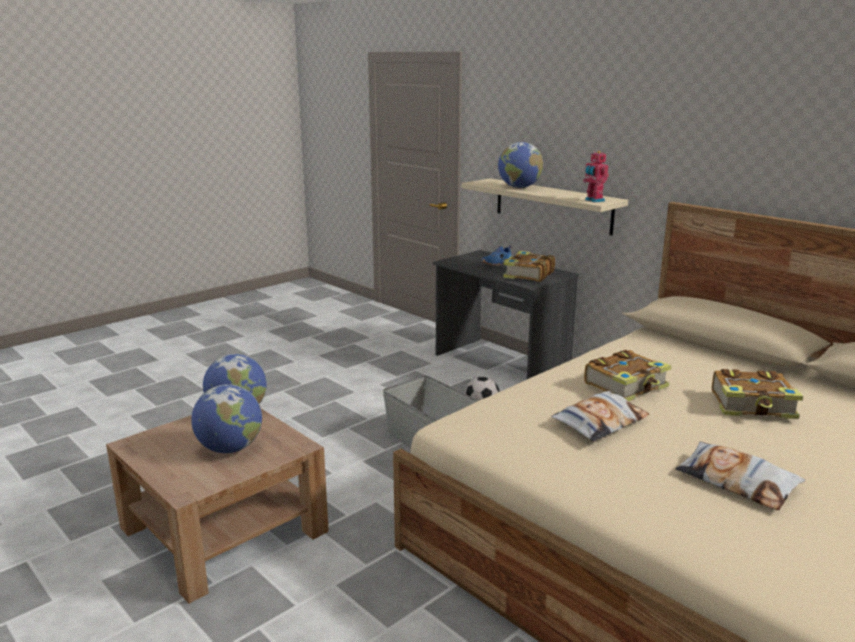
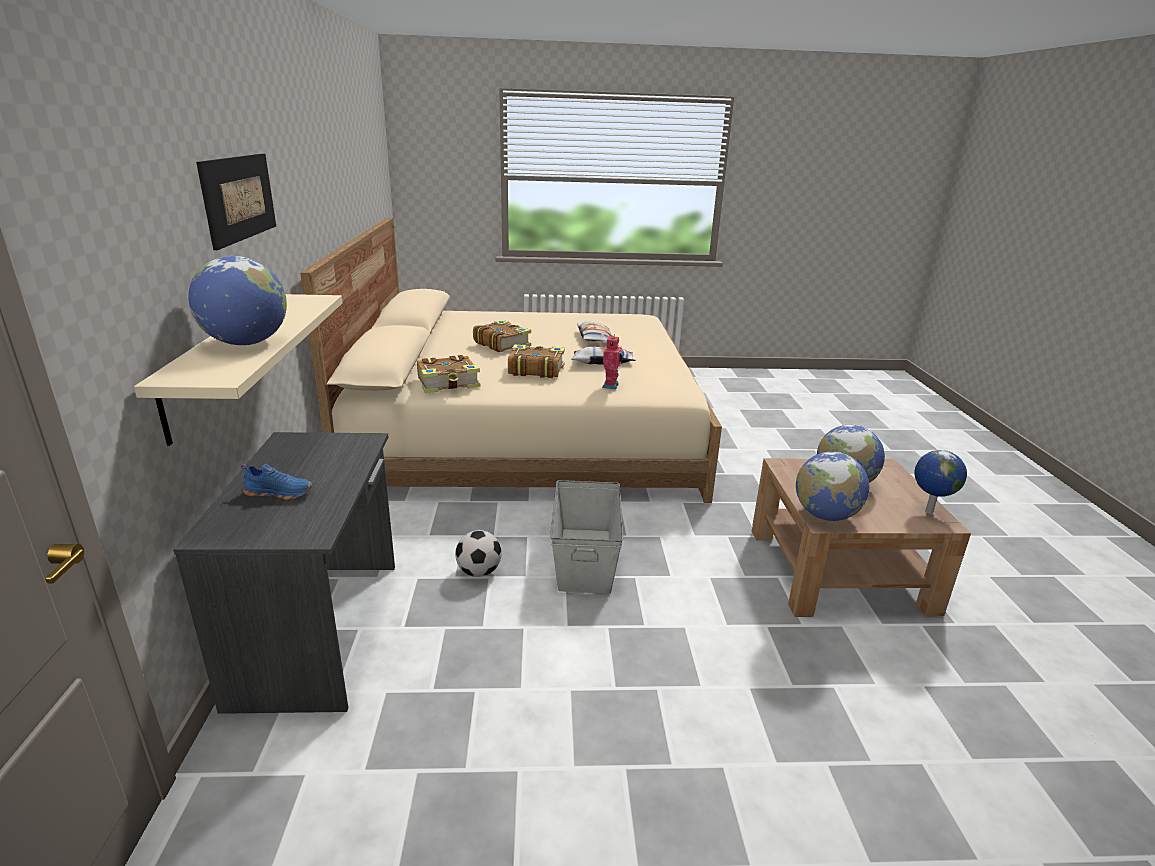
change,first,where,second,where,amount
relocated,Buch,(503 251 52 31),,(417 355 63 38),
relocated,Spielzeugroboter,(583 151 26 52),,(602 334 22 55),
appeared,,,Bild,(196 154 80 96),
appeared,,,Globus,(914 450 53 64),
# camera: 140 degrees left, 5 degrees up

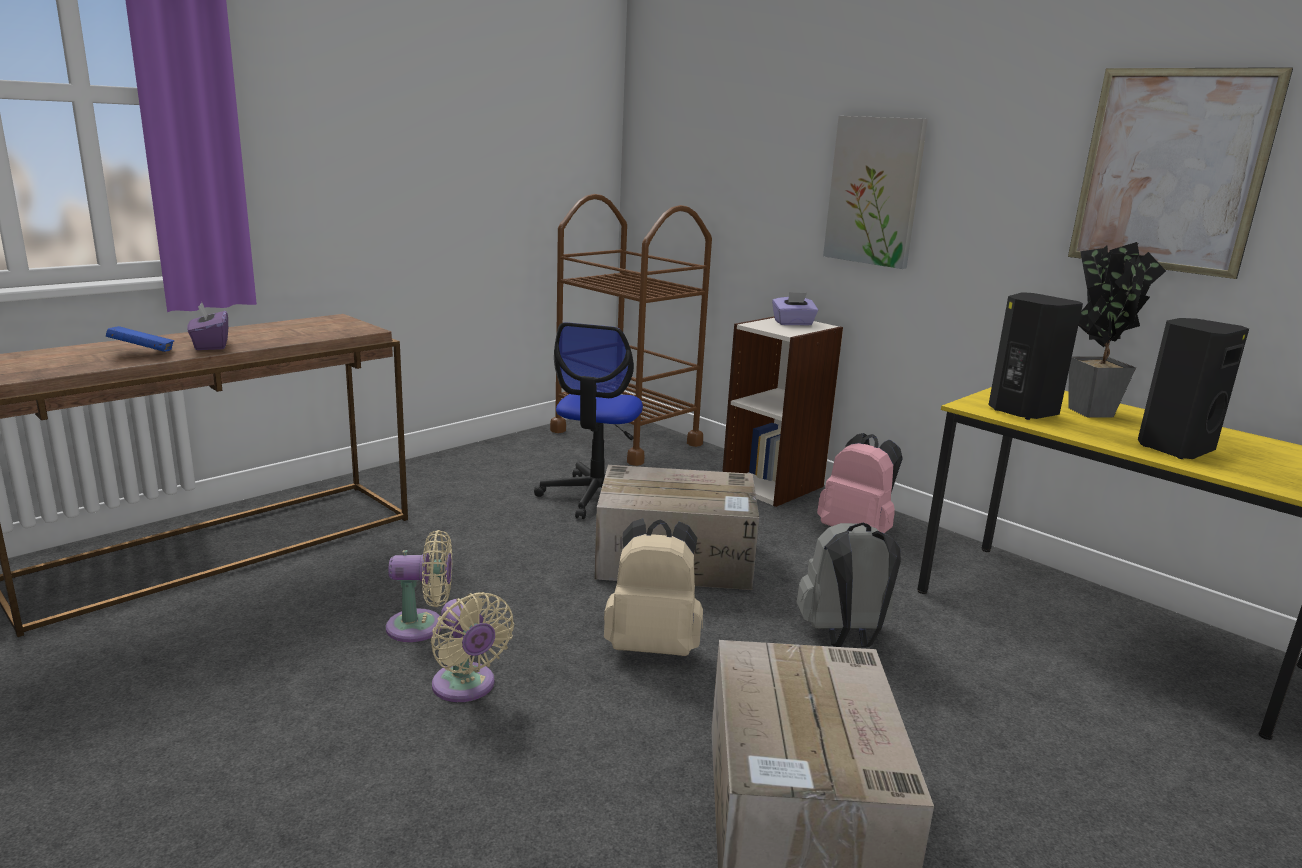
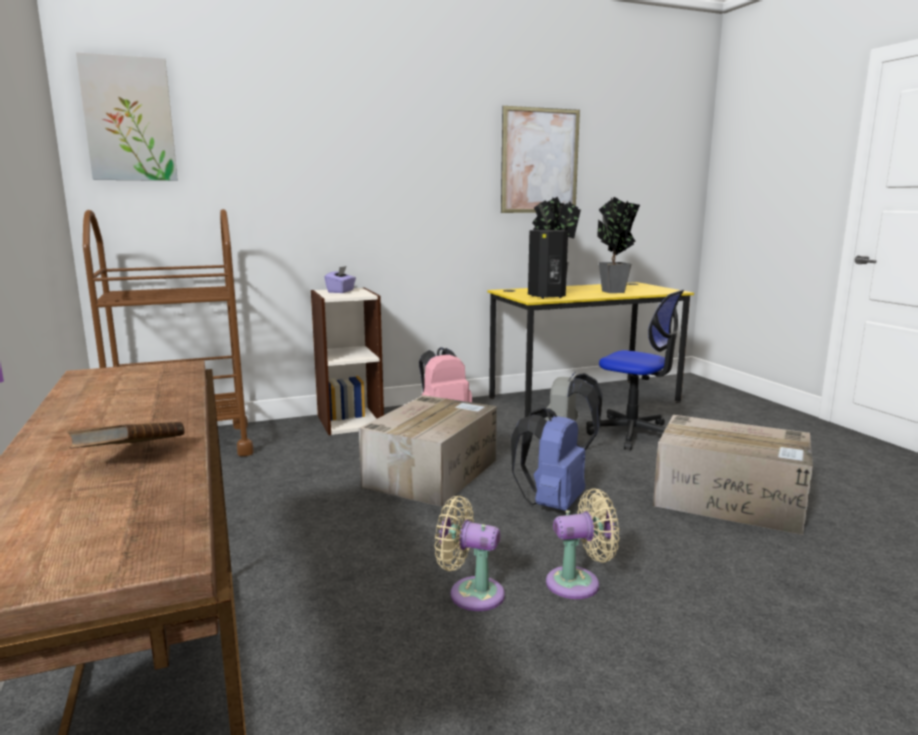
change,first,where,second,where,amount
colour,Buch [blau],(106 326 68 26),Buch [braun],(67 422 118 27),
missing,Taschentuchbox [lila],(187 302 41 48),,,
spun,Ventilator [beige],(386 530 66 112),,(434 496 71 115),90 degrees counterclockwise
relocated,Bürostuhl,(534 322 109 197),,(586 290 98 160),
colour,Rucksack [beige],(604 518 99 138),Rucksack [blau],(511 407 74 104),
relocated,Bild,(823 116 105 153),,(76 52 102 129),
exchanged,Lautsprecher [schwarz],(1138 318 111 141),Topfpflanze,(597 197 43 96),
# camera: 65 degrees left, 5 degrees down

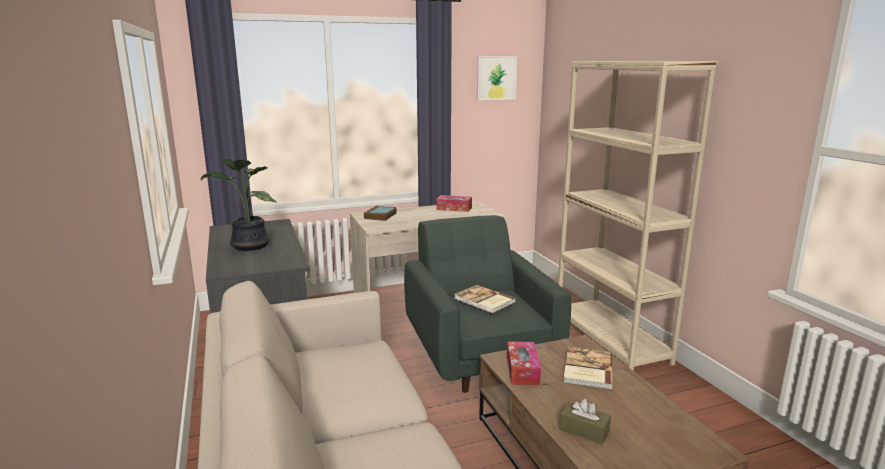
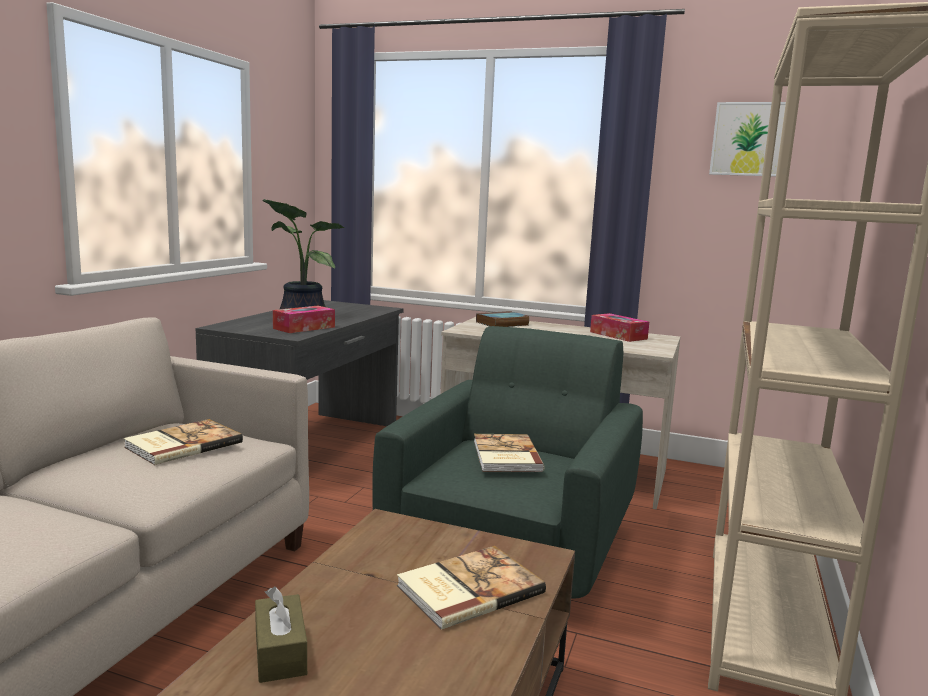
change,first,where,second,where,amount
relocated,Taschentuchbox,(507 341 34 44),,(273 306 62 27),
appeared,,,Buch,(124 419 119 46),
# camera: 40 degrees right, 5 degrees down

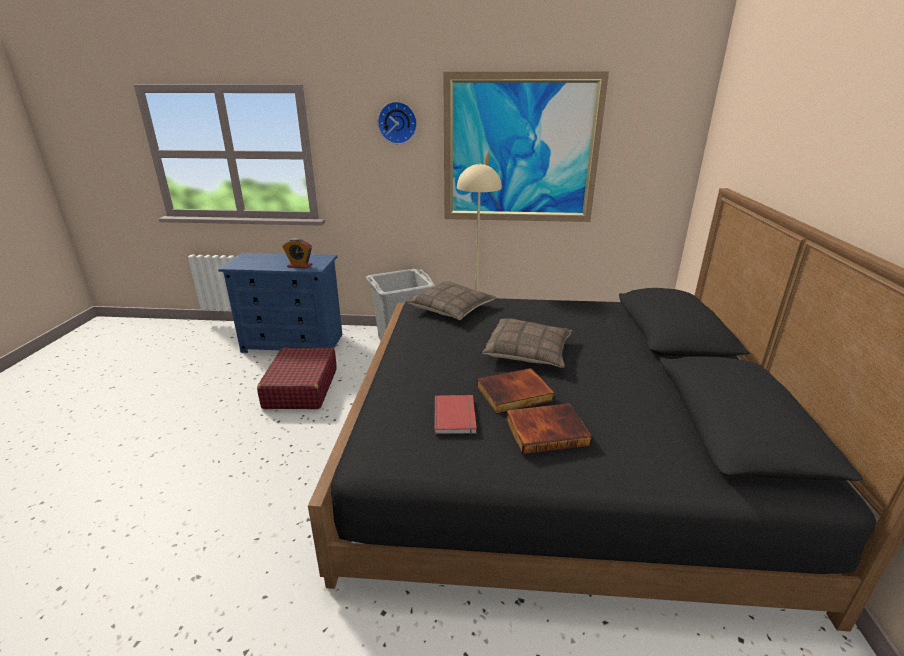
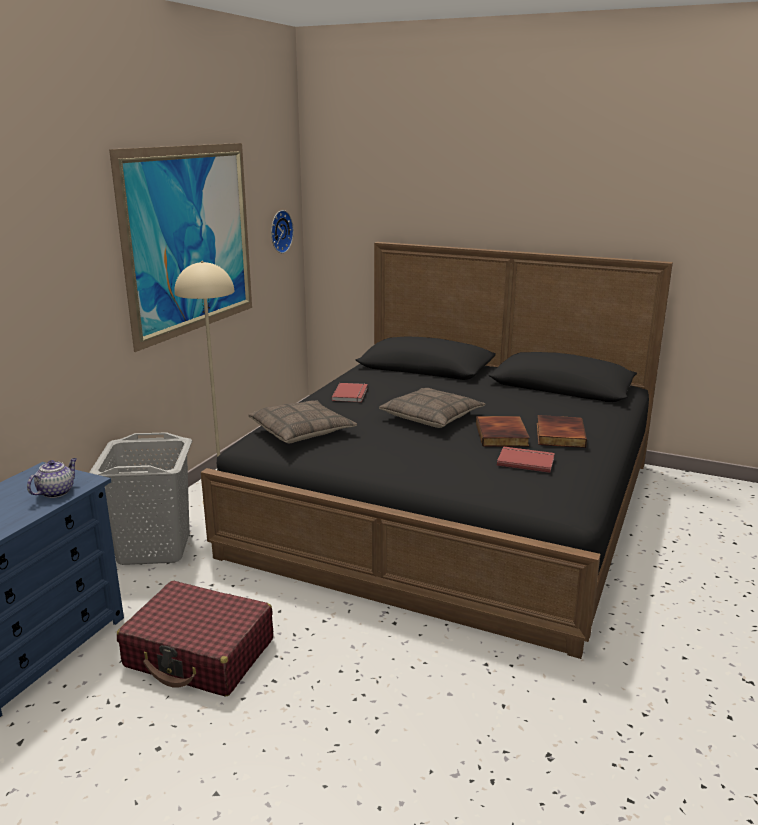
change,first,where,second,where,amount
exchanged,Wecker,(283 238 29 31),Teekanne,(27 458 50 40),
relocated,Wanduhr,(378 101 39 43),,(271 210 23 43),
appeared,,,Buch [rot],(332 383 36 19),
# camera: 70 degrees left, 5 degrees down

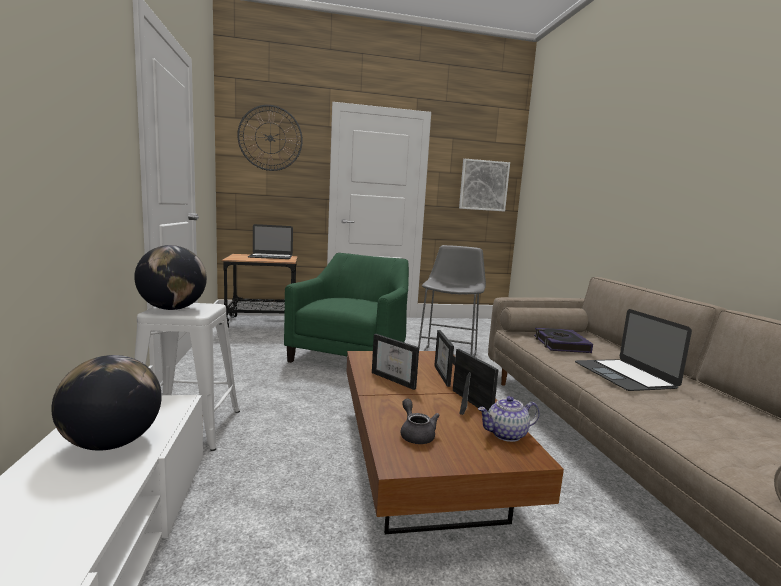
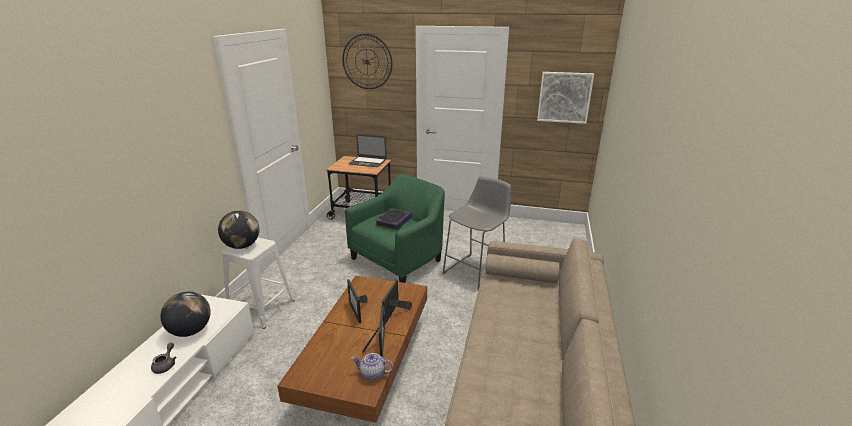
change,first,where,second,where,amount
relocated,Teekanne [grau],(401 399 39 45),,(151 343 26 31),
relocated,Buch,(534 328 59 25),,(375 208 37 22),
missing,Laptop,(575 309 117 82),,,
# camera: 25 degrees right, 15 degrees up

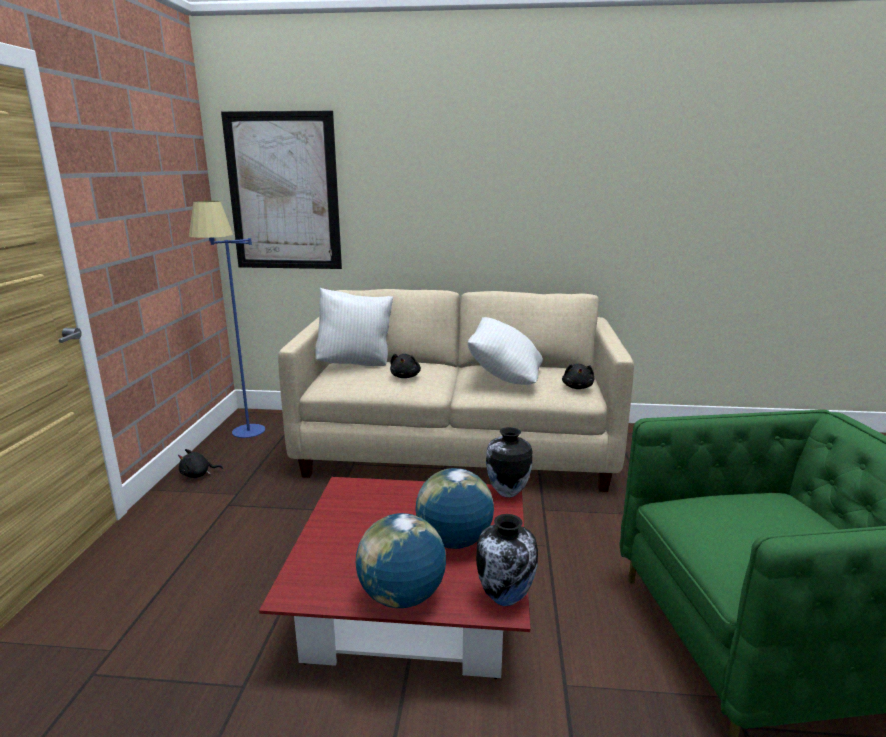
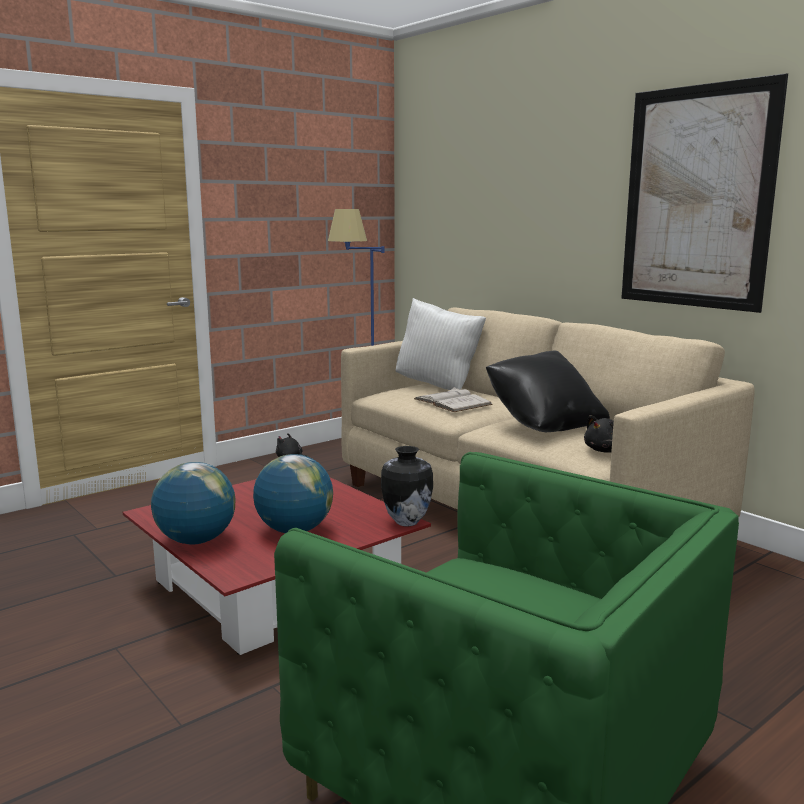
change,first,where,second,where,amount
relocated,Bild,(221 111 121 158),,(621 73 167 240),
exchanged,Plüschtier [schwarz],(390 354 31 24),Buch [weiß],(414 387 79 25),
colour,Kissen [weiß],(468 317 75 68),Kissen [schwarz],(486 351 124 81),
missing,Vase,(476 514 62 92),,,
# camera: 45 degrees right, 5 degrees down

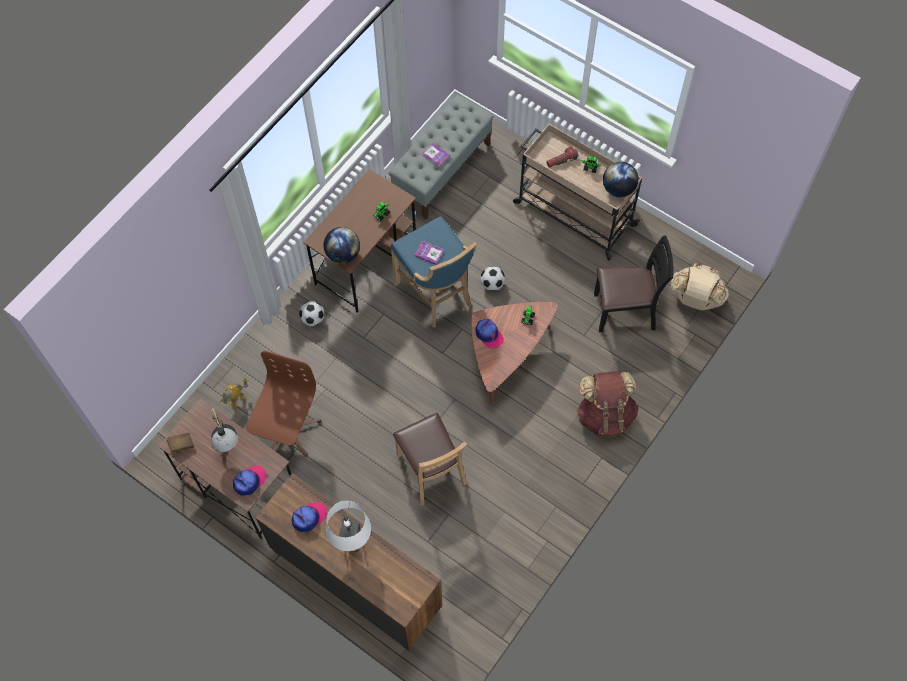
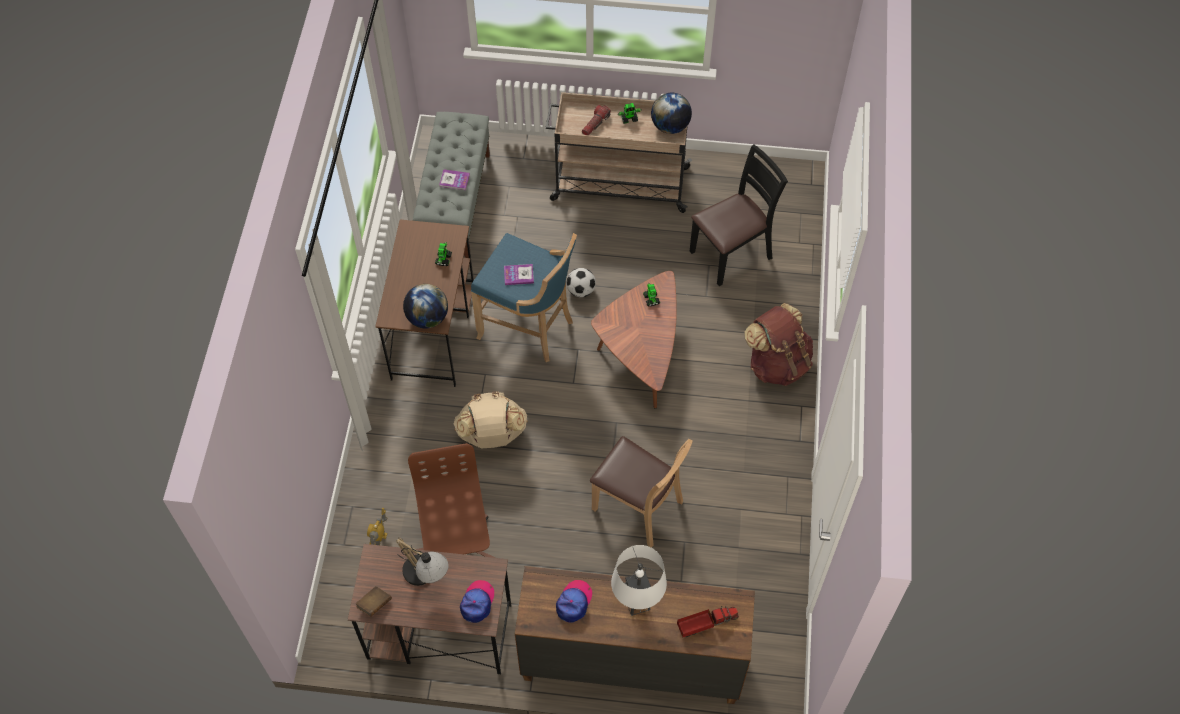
change,first,where,second,where,amount
missing,Fußball,(299 301 25 25),,,
missing,Kappe,(475 319 29 30),,,
relocated,Rucksack [beige],(670 263 59 47),,(454 391 74 57),
appeared,,,Spielzeuglaster,(677 606 62 32),
# camera: 30 degrees left, 5 degrees down

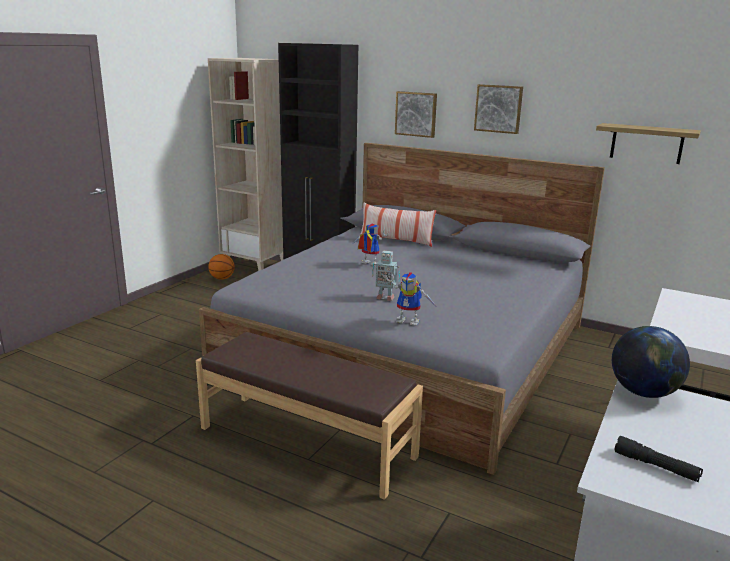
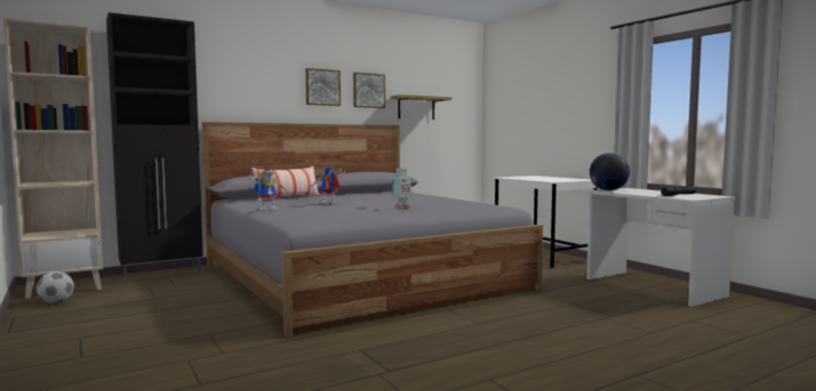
change,first,where,second,where,amount
missing,Bank [braun],(196 332 227 168),,,
exchanged,Basketball,(208 254 27 26),Fußball,(36 271 38 32),
relocated,Spielzeugroboter,(386 272 50 54),,(249 168 38 43),
relocated,Bild,(395 91 42 47),,(353 72 32 36),
# camera: 60 degrees left, 15 degrees down

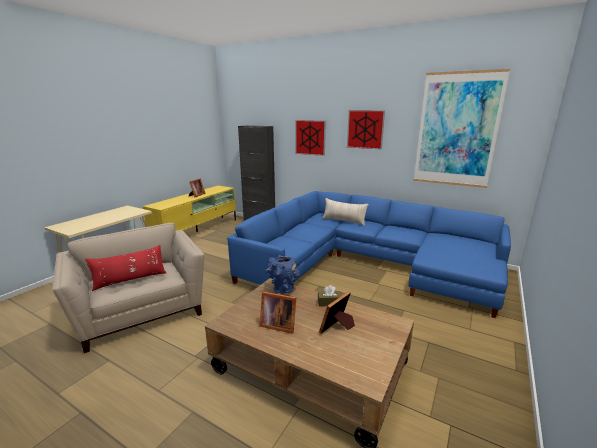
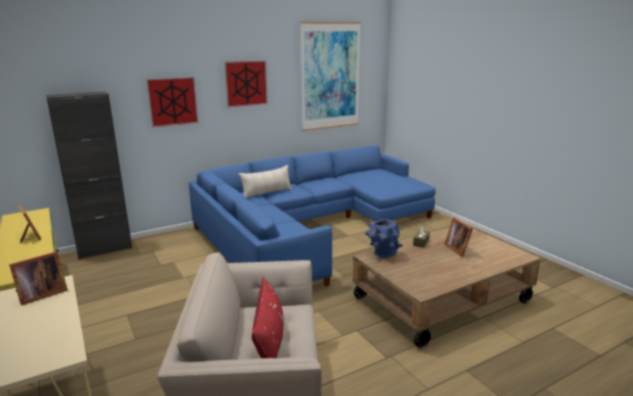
change,first,where,second,where,amount
relocated,Bilderrahmen,(260 292 36 42),,(9 251 59 55),
# camera: 60 degrees left, 0 degrees up

